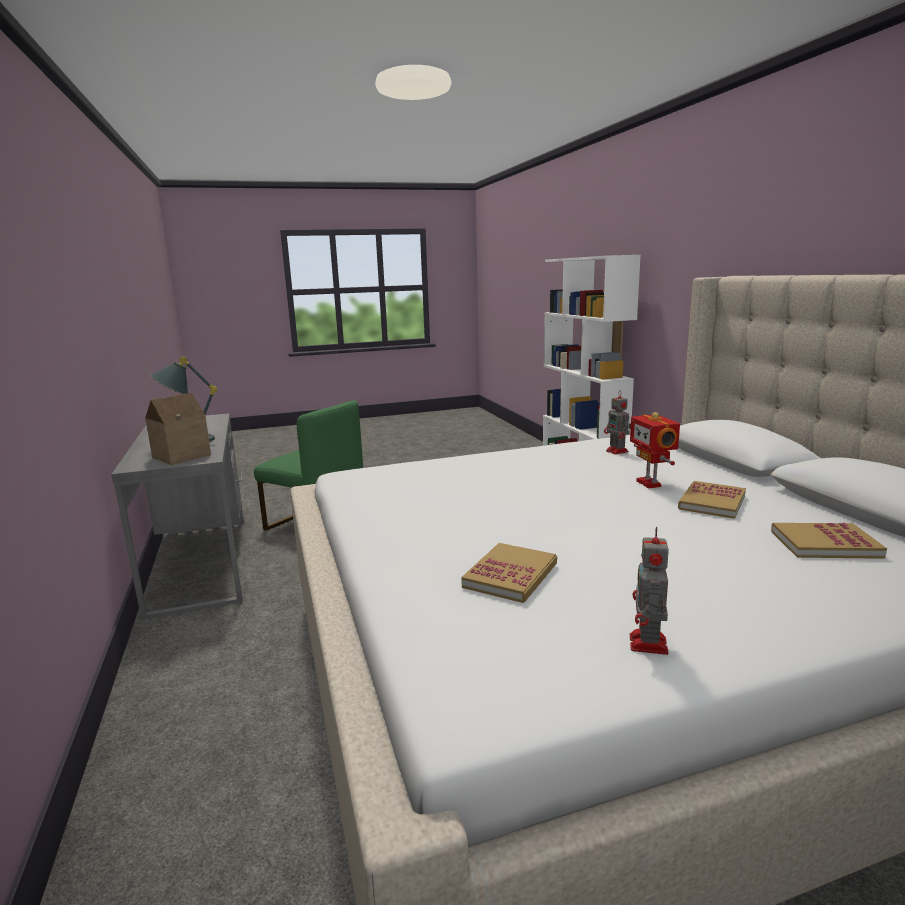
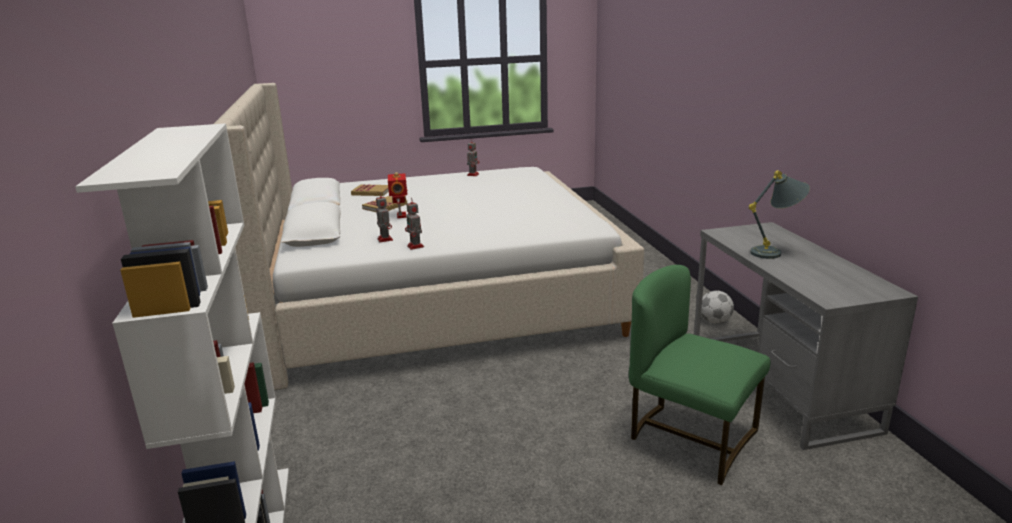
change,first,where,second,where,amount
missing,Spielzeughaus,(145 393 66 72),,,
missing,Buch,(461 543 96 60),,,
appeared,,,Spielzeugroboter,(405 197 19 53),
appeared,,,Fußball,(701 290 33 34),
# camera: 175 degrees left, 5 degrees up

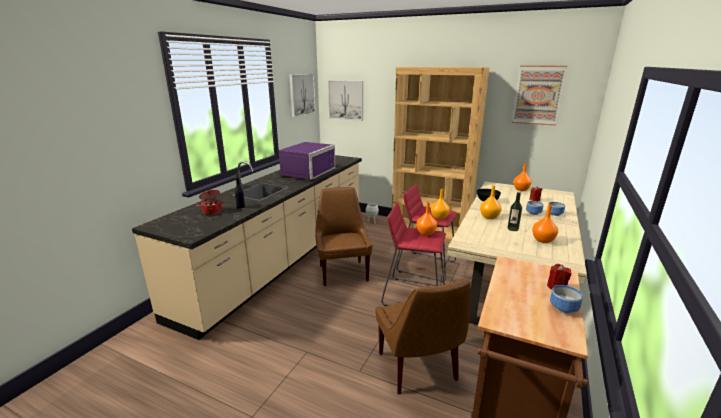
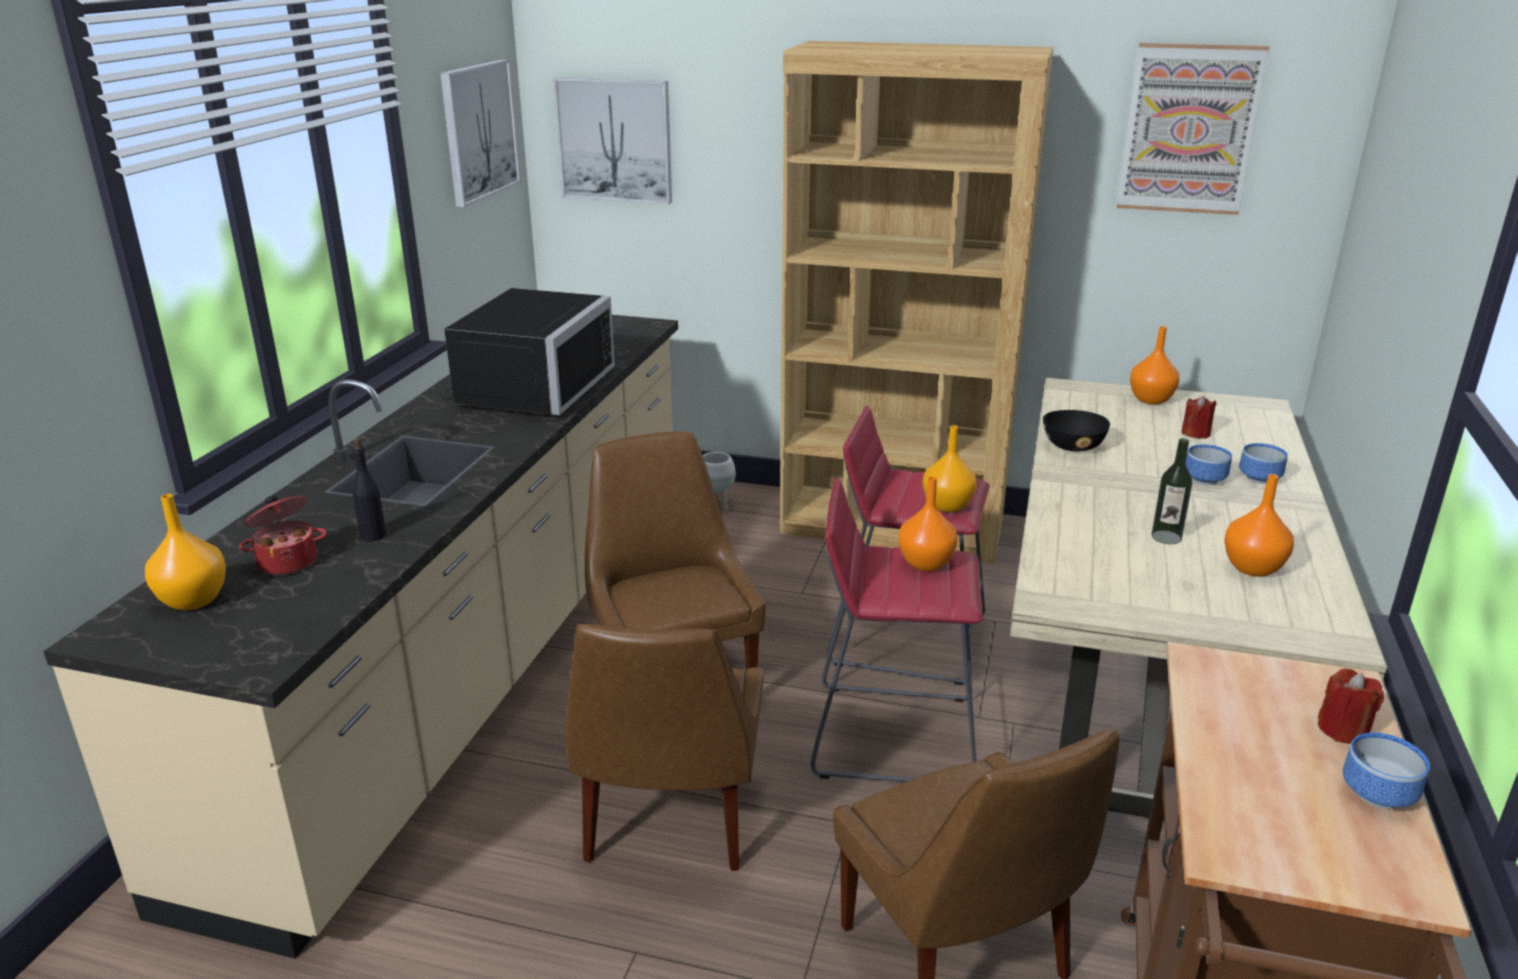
change,first,where,second,where,amount
colour,Mikrowelle [lila],(278 142 57 38),Mikrowelle [schwarz],(441 288 174 127),
relocated,Vase [orange],(480 186 22 33),,(145 494 81 116),
appeared,,,Stuhl [braun],(565 624 199 247),
# camera: 10 degrees left, 5 degrees up

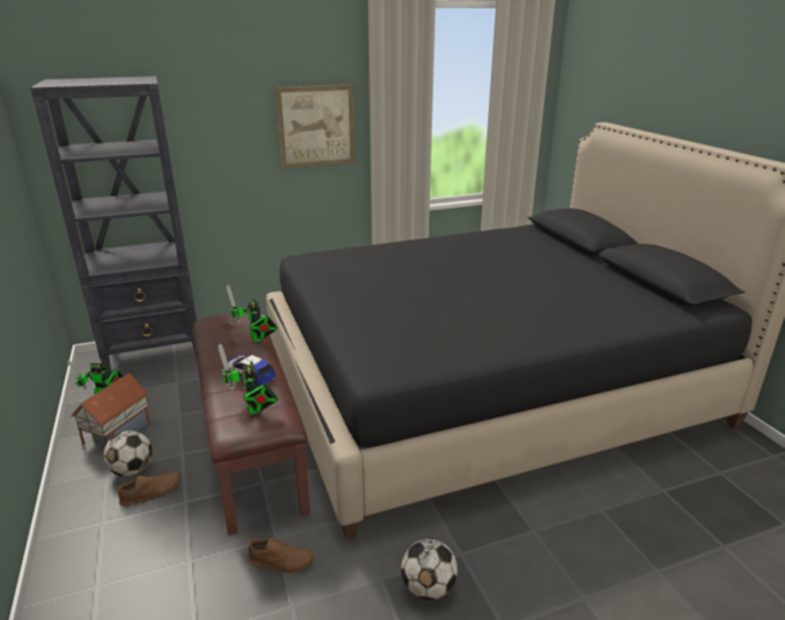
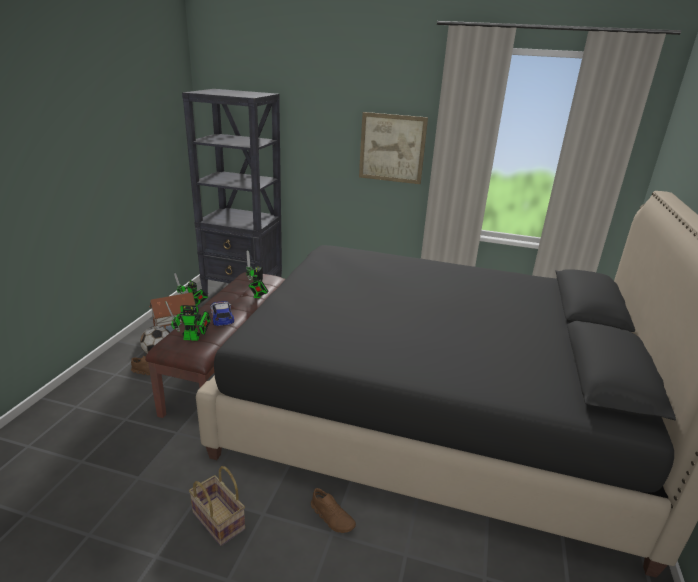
change,first,where,second,where,amount
spun,Spielzeugroboter,(218 343 60 71),,(165 301 46 40),105 degrees counterclockwise
relocated,Schuh [braun],(248 538 66 35),,(311 488 45 45),
exchanged,Fußball,(401 538 57 62),Korb,(189 466 56 80),
# camera: 35 degrees right, 0 degrees up

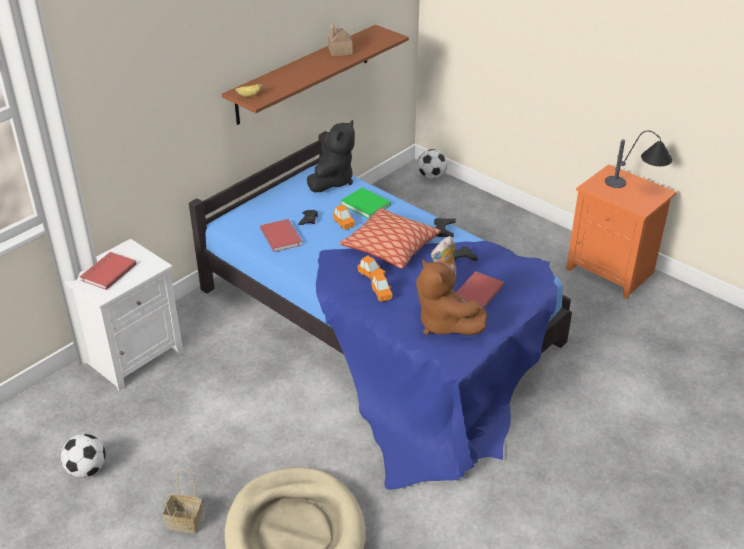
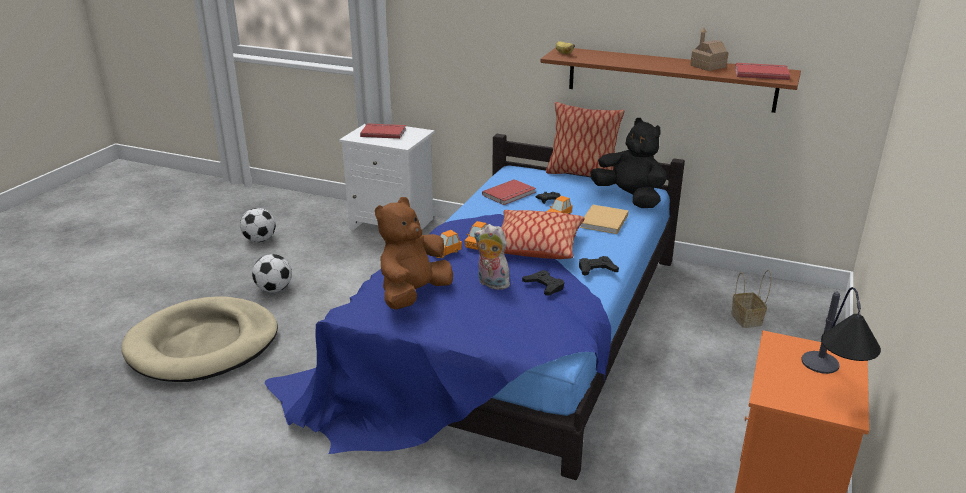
change,first,where,second,where,amount
relocated,Korb,(163 469 40 65),,(731 270 40 58),
spun,Plüschtier [schwarz],(307 120 48 72),,(590 118 77 90),135 degrees counterclockwise
colour,Buch [grün],(340 188 51 31),Buch [beige],(580 205 49 29),
relocated,Fußball,(418 149 29 30),,(252 254 40 39),
relocated,Buch [rot],(456 271 48 38),,(735 63 55 17),
appeared,,,Kissen,(546 102 78 75),
# camera: 70 degrees right, 10 degrees down

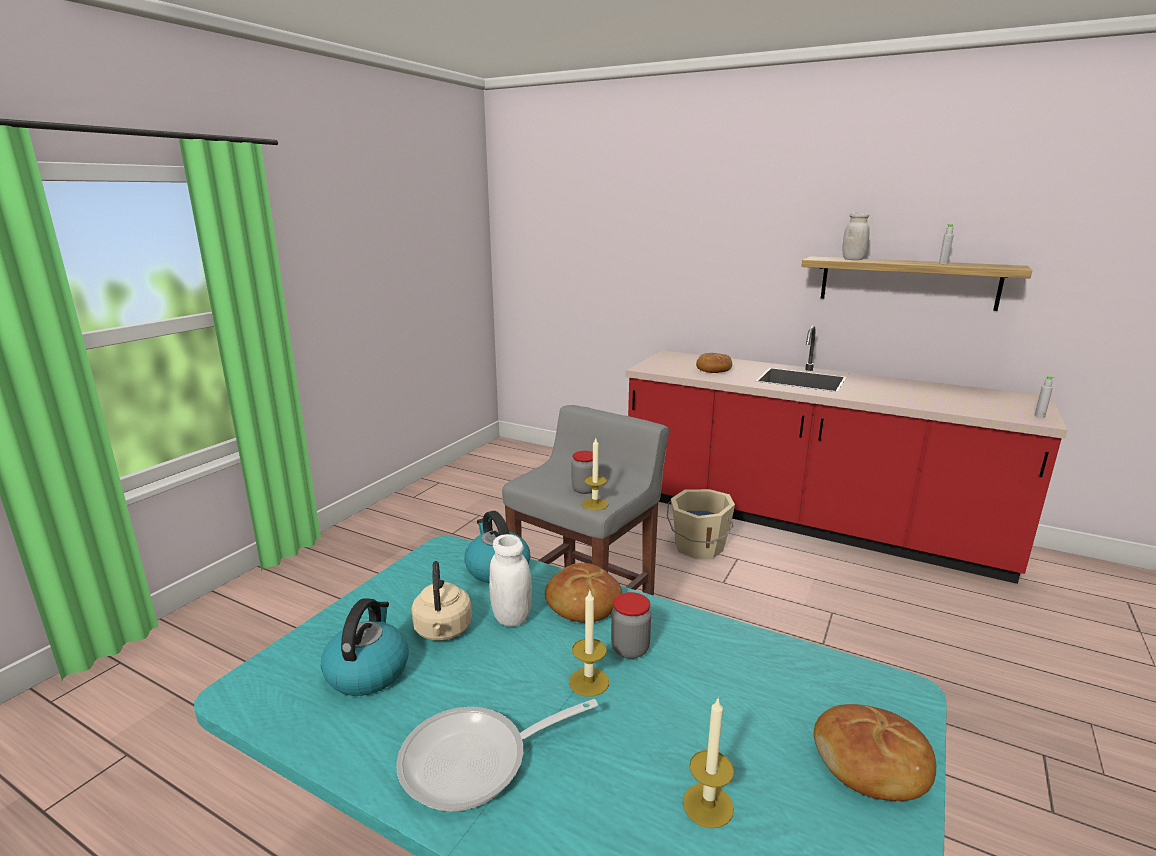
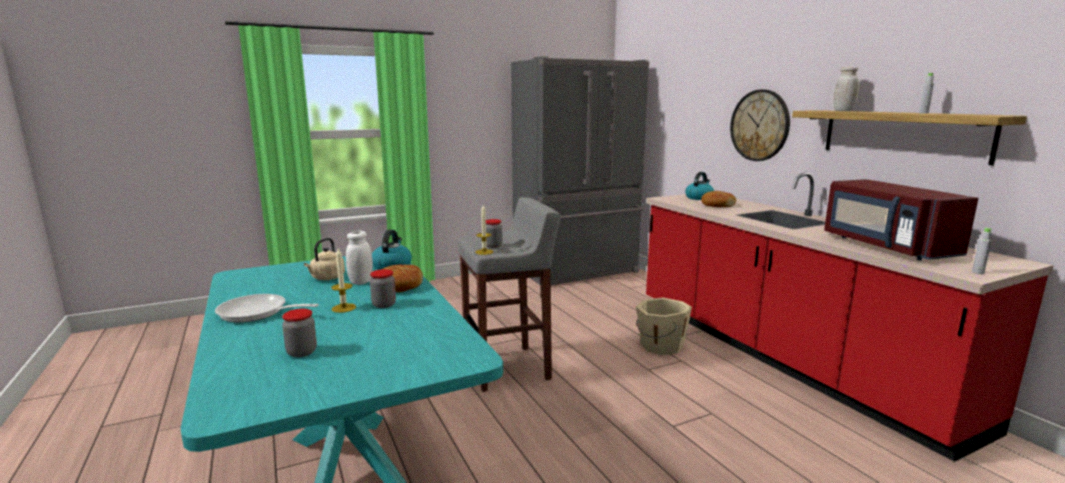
change,first,where,second,where,amount
relocated,Wasserkessel,(321 598 88 98),,(685 172 29 28),
exchanged,Kerze,(683 697 51 131),Vorratsglas,(282 309 35 48),
missing,Brot,(814 704 122 97),,,
appeared,,,Kühlschrank [grau],(511 56 138 229),
appeared,,,Wanduhr,(730 89 60 72),
appeared,,,Mikrowelle [rot],(824 179 154 81),
# camera: 35 degrees right, 5 degrees down

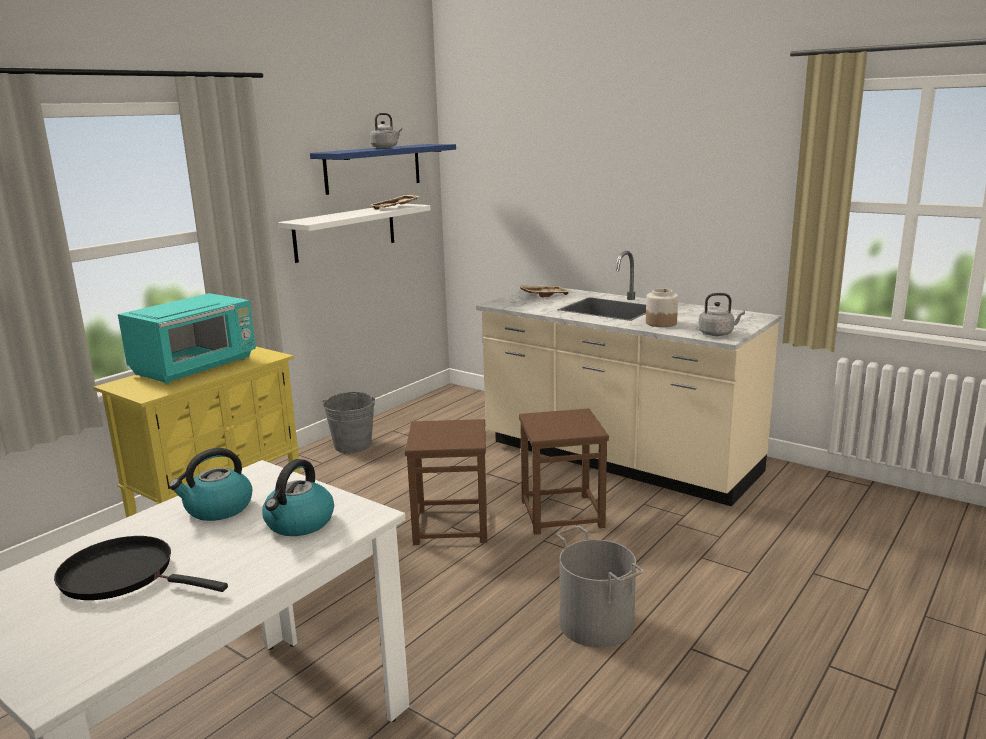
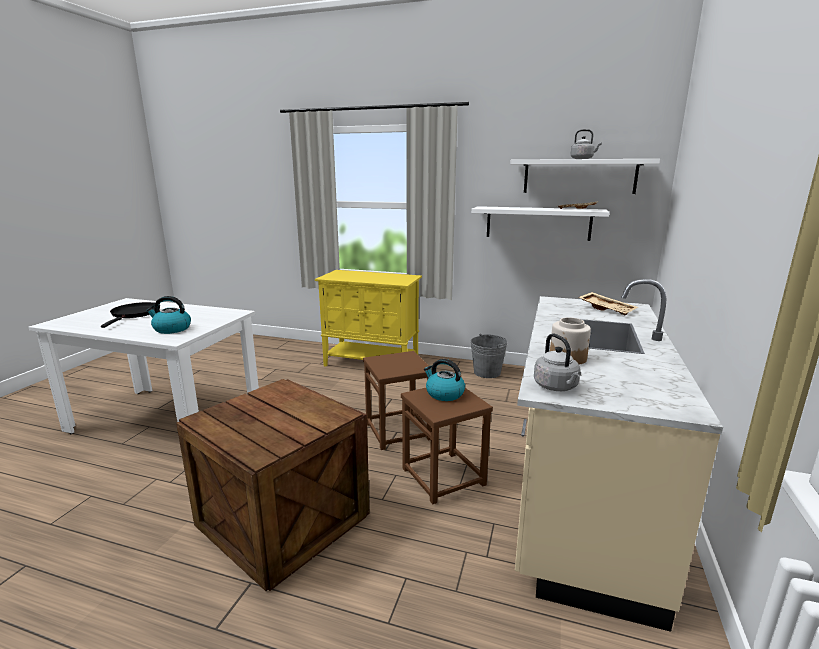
change,first,where,second,where,amount
missing,Mikrowelle [türkis],(118 293 138 91),,,
relocated,Wasserkessel,(169 448 83 73),,(424 359 41 42),
colour,Wandregal [blau],(310 144 146 51),Wandregal [weiß],(510 159 150 35),
exchanged,Eimer [grau],(556 526 88 122),Kiste,(176 379 193 212),
# camera: 70 degrees right, 0 degrees up

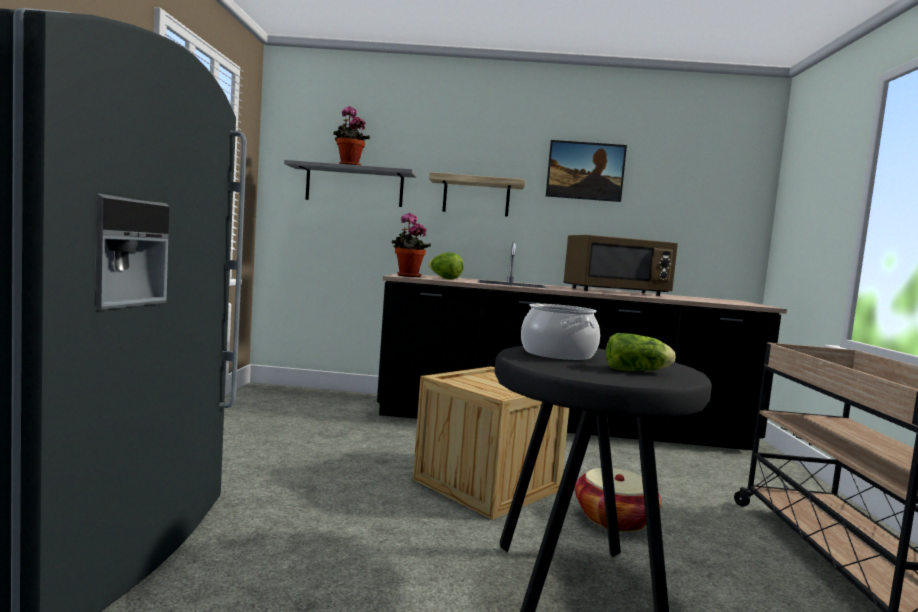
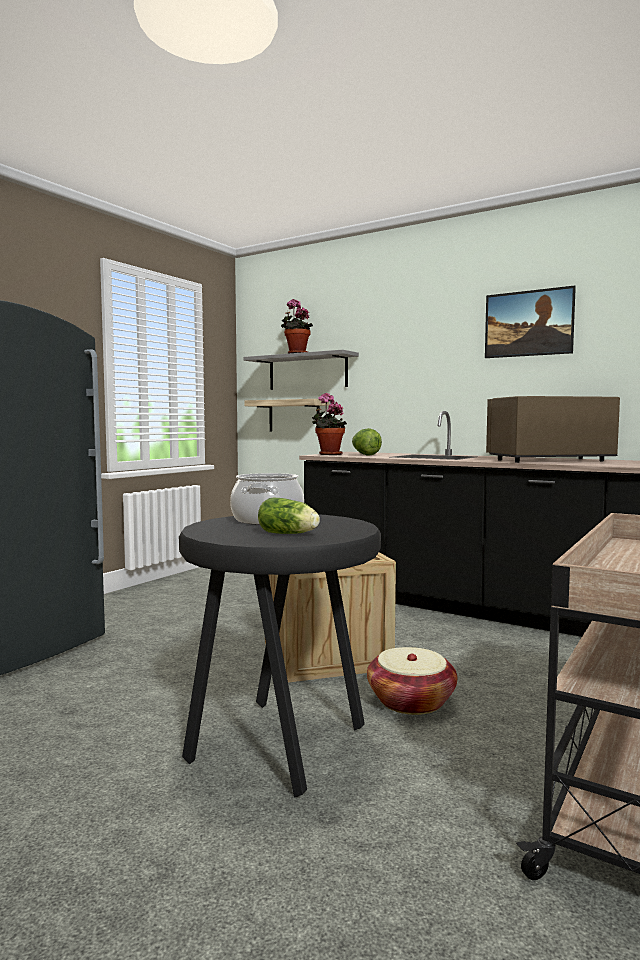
change,first,where,second,where,amount
relocated,Wandregal,(429 172 96 45),,(244 399 86 33),
spun,Mikrowelle [braun],(564 235 114 61),,(486 396 134 67),150 degrees clockwise
# camera: 30 degrees right, 0 degrees up

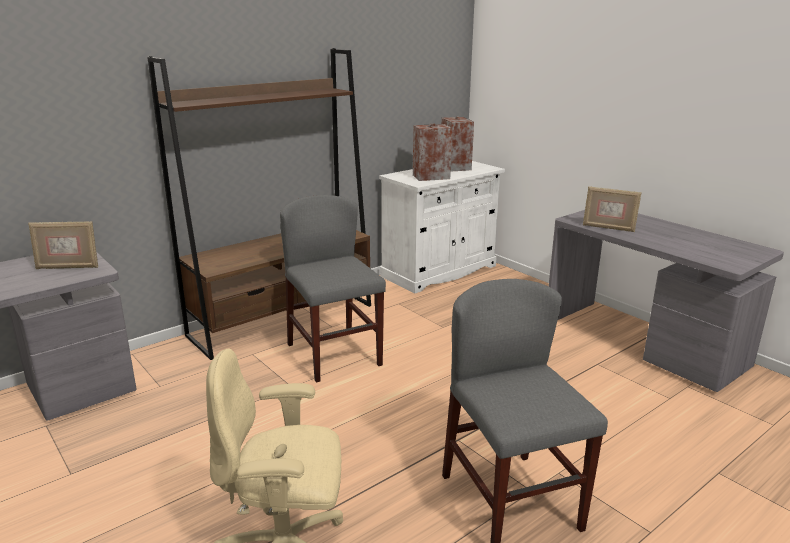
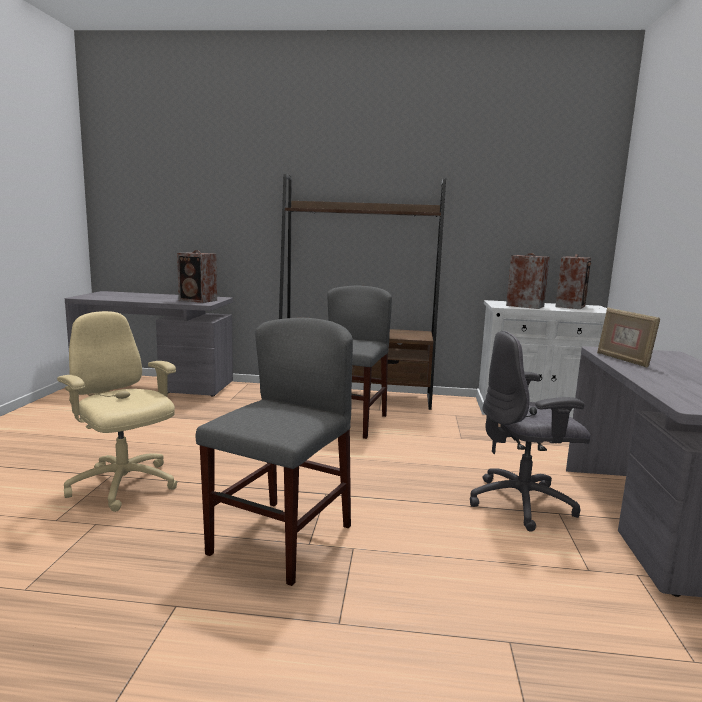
change,first,where,second,where,amount
exchanged,Bilderrahmen,(28 221 70 48),Lautsprecher,(177 250 40 53),
appeared,,,Bürostuhl [grau],(470 331 121 200),
# camera: 45 degrees right, 10 degrees down

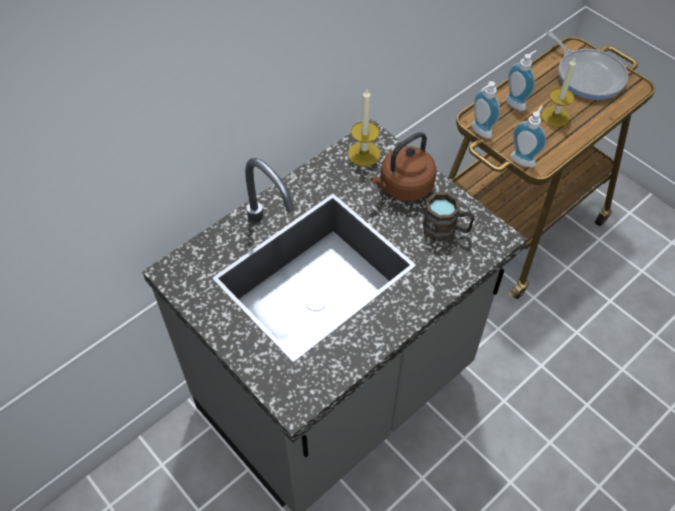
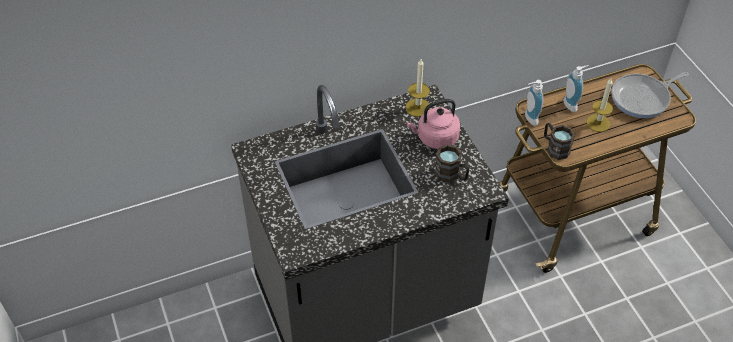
change,first,where,second,where,amount
colour,Wasserkessel [braun],(370 132 67 70),Wasserkessel [rosa],(407 99 53 50),
exchanged,Seifenspender,(510 106 37 61),Henkelbecher [braun],(544 123 31 37),
spun,Pfanne,(546 31 83 69),,(612 72 76 46),75 degrees clockwise
# camera: 20 degrees right, 5 degrees down

